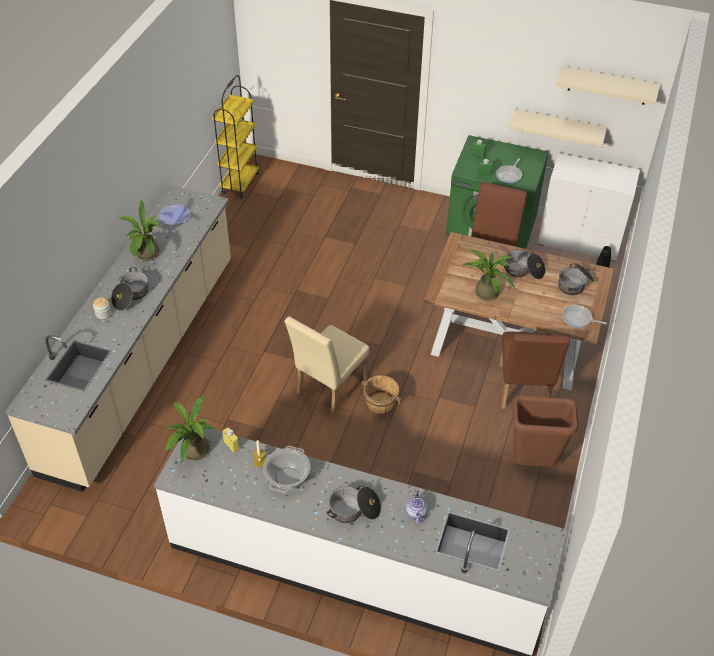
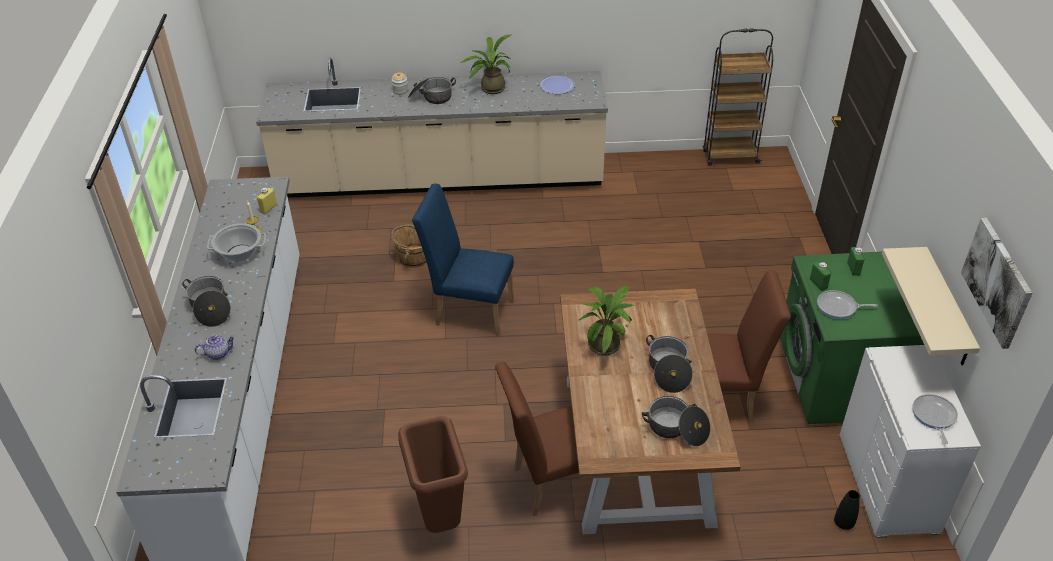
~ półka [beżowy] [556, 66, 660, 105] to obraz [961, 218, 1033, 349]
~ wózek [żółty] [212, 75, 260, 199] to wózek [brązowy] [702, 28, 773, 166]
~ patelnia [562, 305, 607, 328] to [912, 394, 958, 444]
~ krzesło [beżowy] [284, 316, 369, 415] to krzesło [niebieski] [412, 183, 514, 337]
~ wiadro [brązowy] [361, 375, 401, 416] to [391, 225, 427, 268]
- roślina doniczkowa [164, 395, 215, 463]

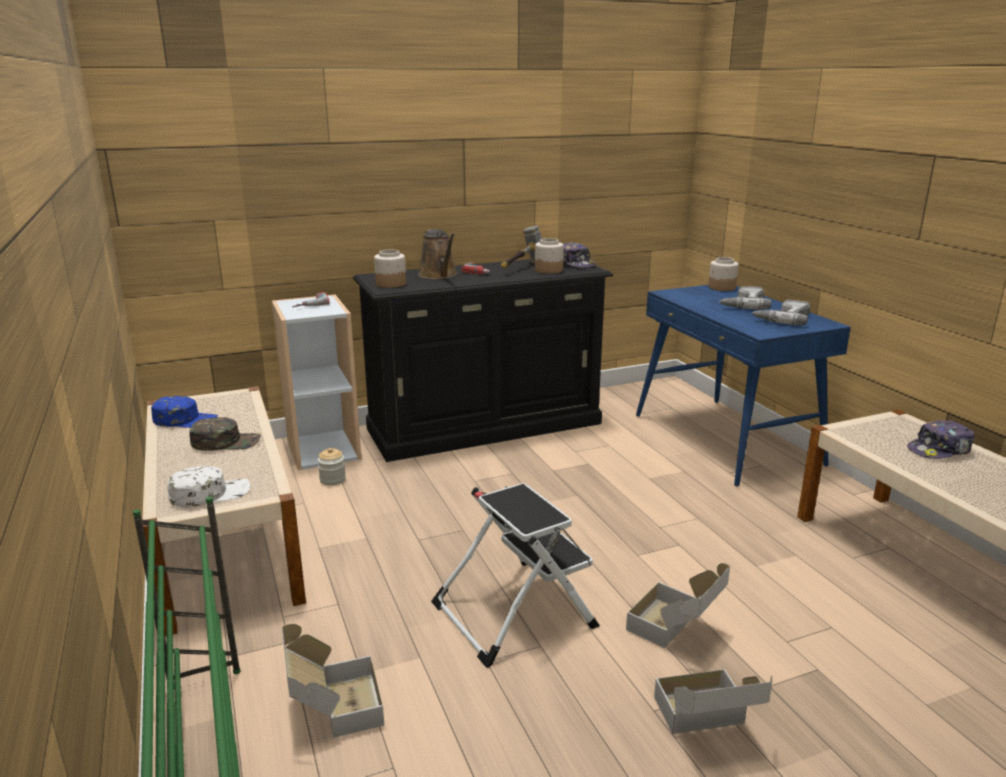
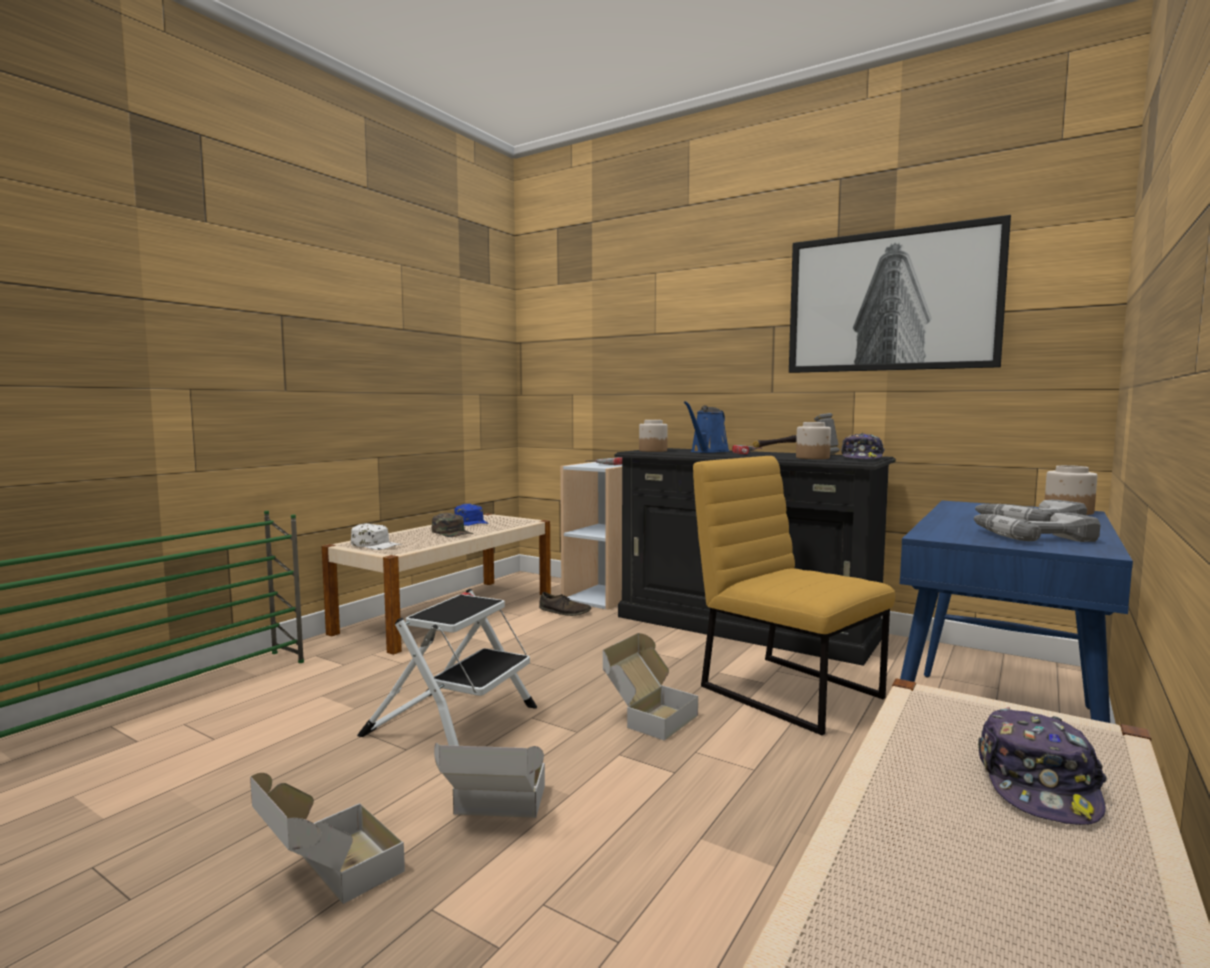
~ konewka [brązowy] [418, 229, 457, 279] to konewka [niebieski] [684, 401, 730, 453]
~ czapka z daszkiem [907, 420, 975, 459] = [978, 707, 1107, 825] 105 degrees counterclockwise
~ słoik [318, 448, 346, 485] to but [brązowy] [539, 592, 591, 616]
~ karton [282, 624, 384, 738] to [603, 633, 698, 741]
+ obraz [789, 215, 1011, 373]
+ krzesło [żółty] [693, 456, 895, 735]

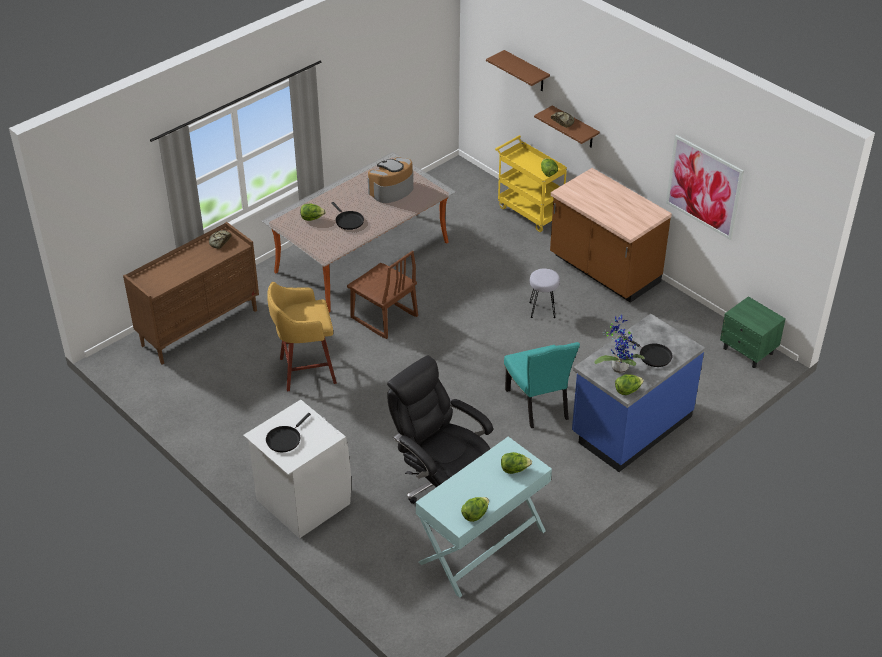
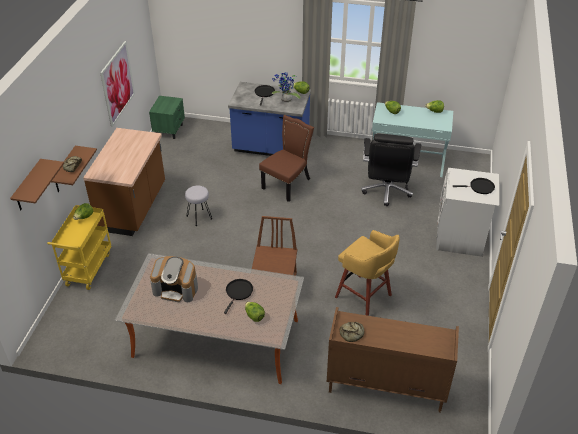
~ krzesło [turkusowy] [504, 342, 580, 428] to krzesło [brązowy] [259, 115, 314, 202]

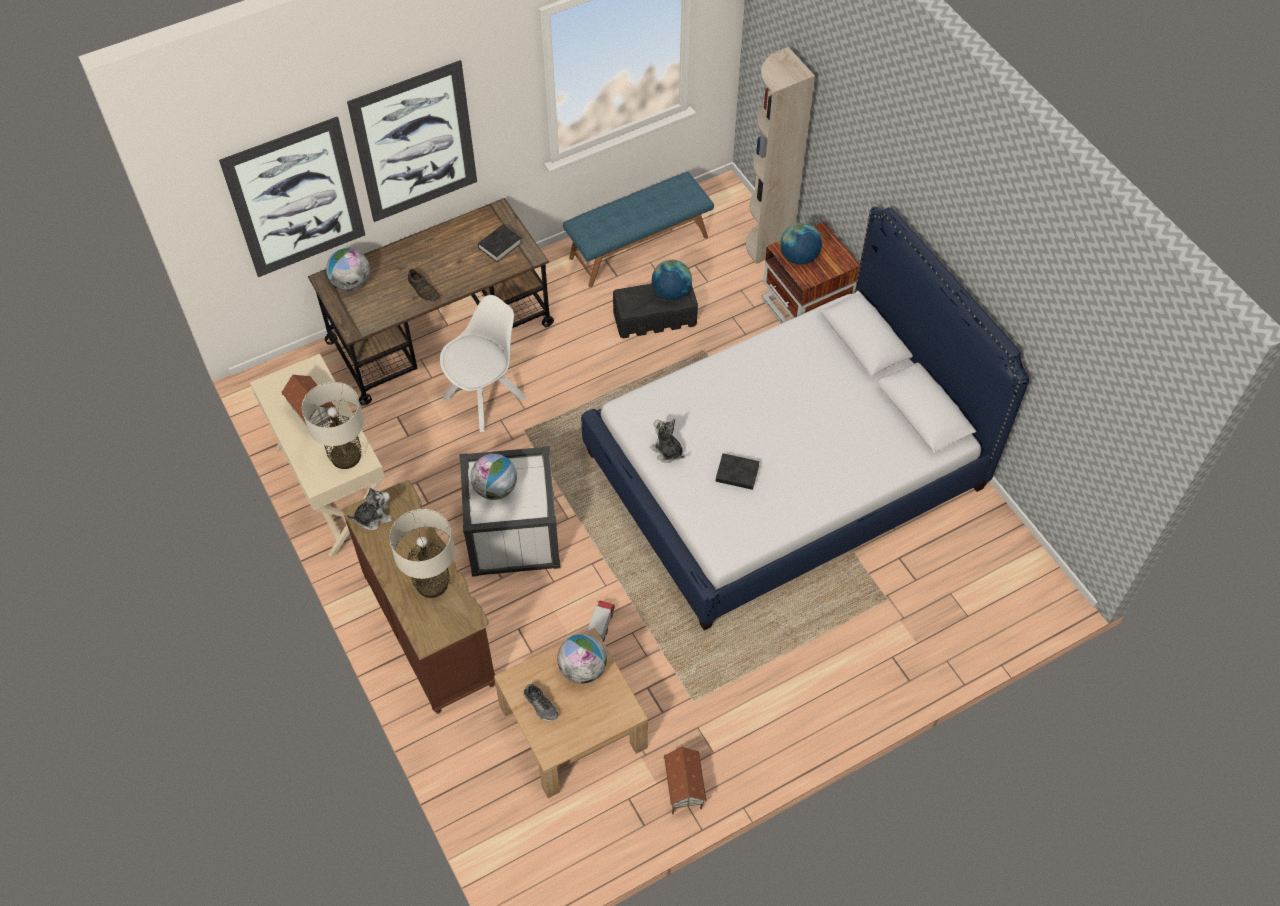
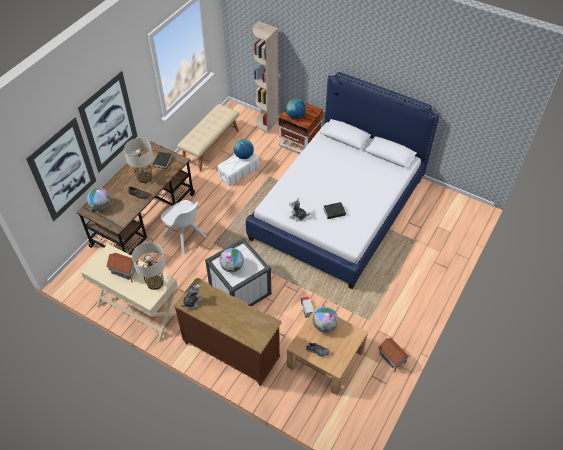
~ ławka [niebieski] [563, 172, 714, 287] to ławka [beżowy] [177, 104, 239, 172]
~ pojemnik do przechowywania [czarny] [613, 284, 698, 338] to pojemnik do przechowywania [biały] [218, 152, 259, 186]
~ krzesło [biały] [440, 295, 526, 432] = [161, 200, 206, 254] 120 degrees clockwise
~ lampa stołowa [389, 509, 455, 598] to [124, 138, 153, 183]

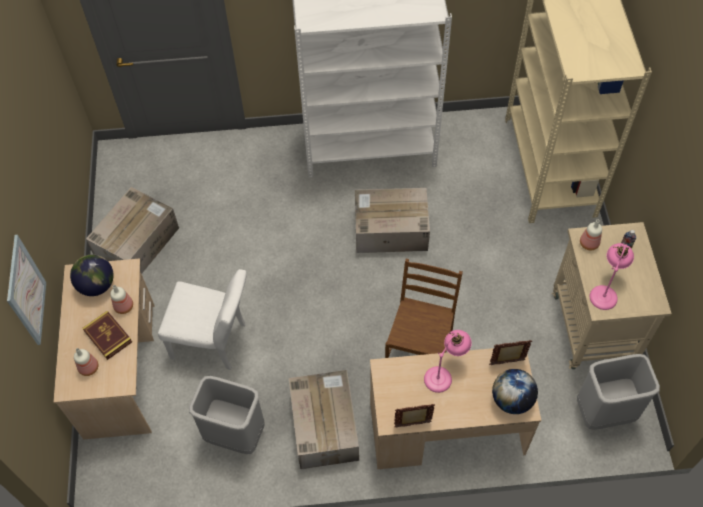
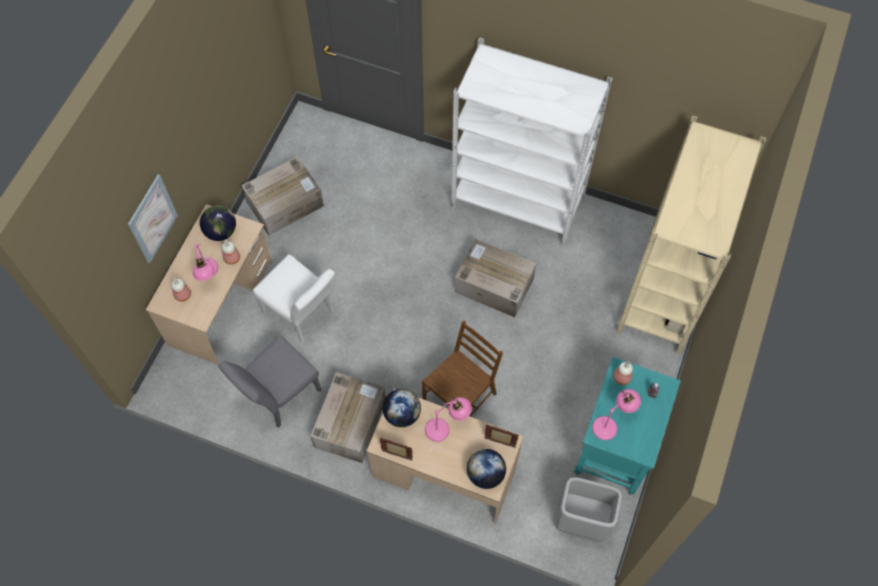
~ wózek [beżowy] [552, 222, 672, 369] to wózek [turkusowy] [574, 357, 681, 495]
~ książka [82, 311, 132, 360] to lampa stołowa [różowy] [193, 244, 218, 281]
~ kosz na śmieci [szary] [189, 376, 265, 454] to krzesło [szary] [218, 336, 321, 428]
+ globus [383, 389, 421, 427]

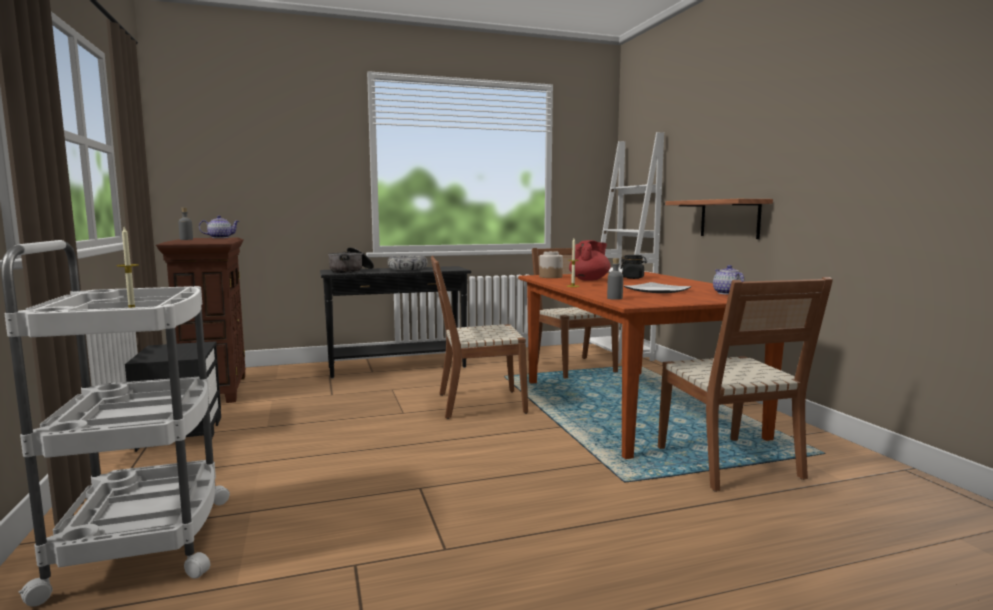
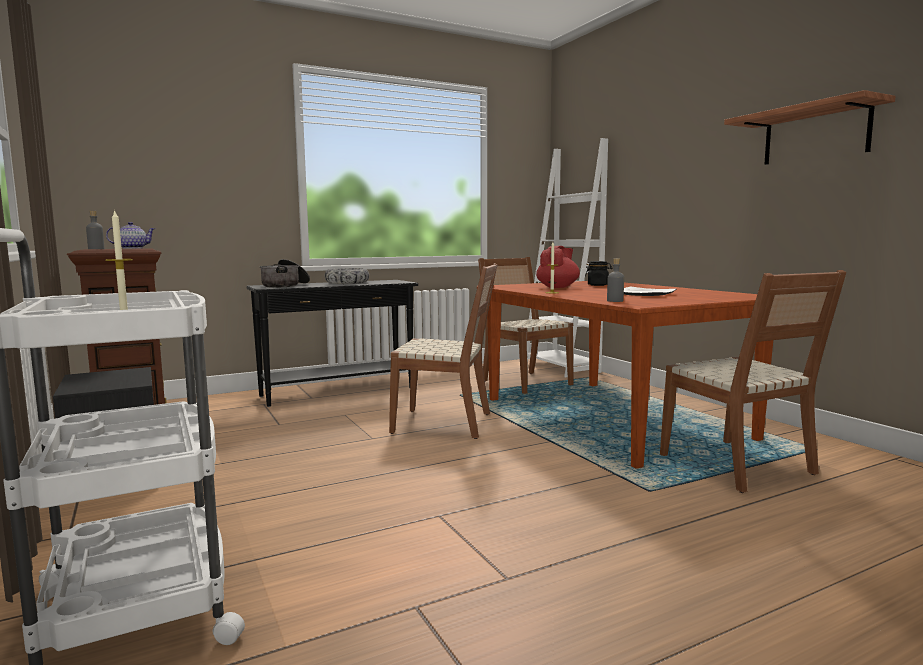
~ półka [665, 199, 773, 239] to [724, 90, 896, 165]
- słoik [539, 251, 563, 278]
~ krzesło [431, 256, 528, 419] = [389, 263, 497, 439] 150 degrees counterclockwise
- imbryk [713, 265, 745, 295]

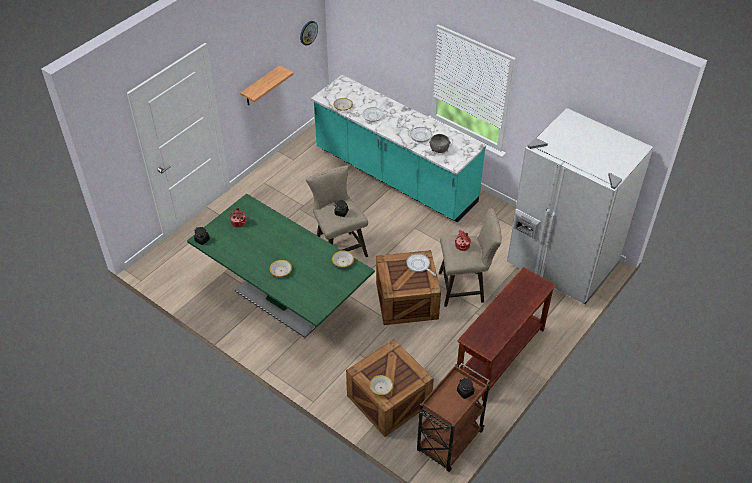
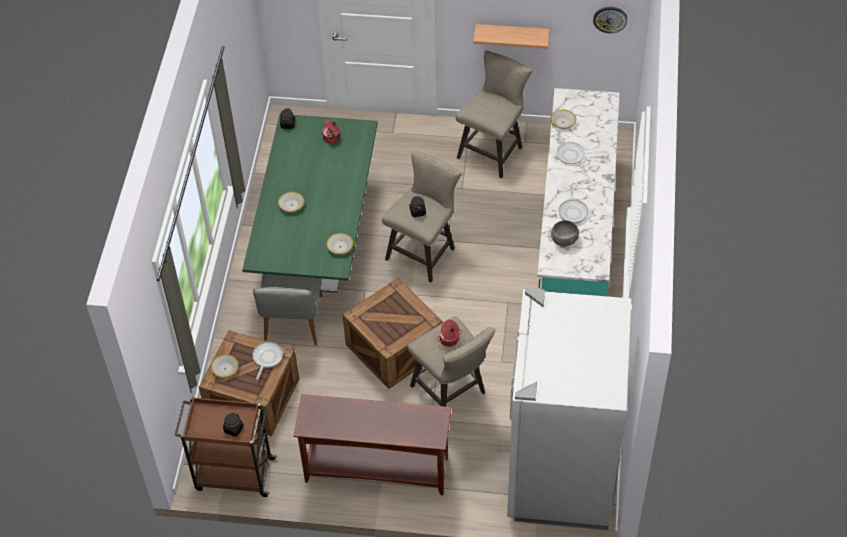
~ patelnia [406, 253, 436, 276] to [253, 342, 283, 380]
+ stołek [beżowy] [456, 50, 532, 178]
+ krzesło [szary] [253, 274, 323, 346]

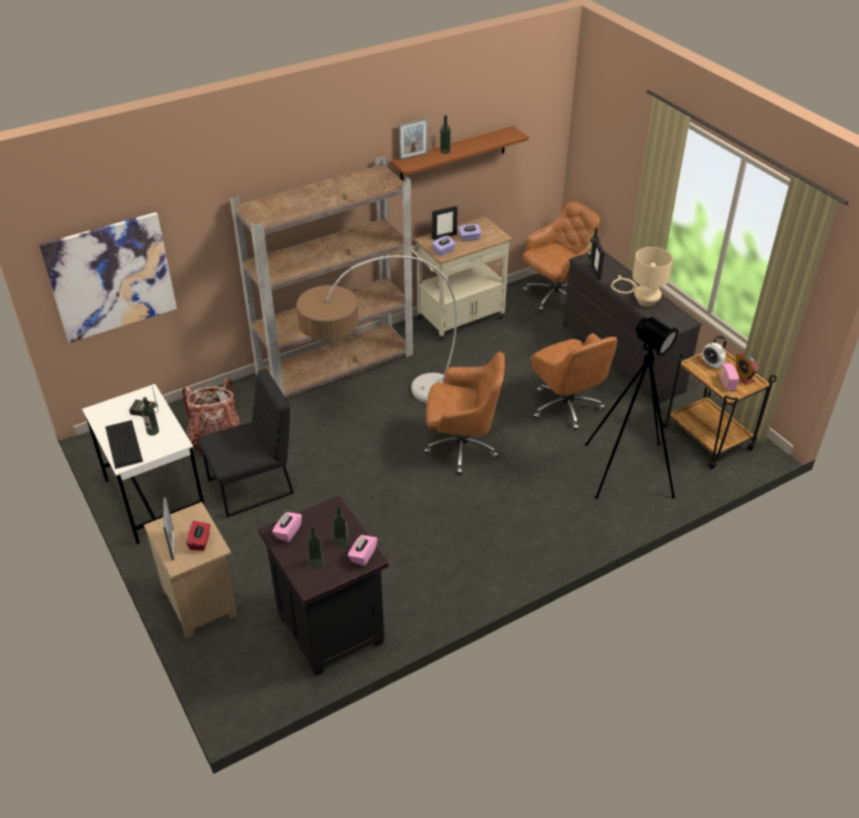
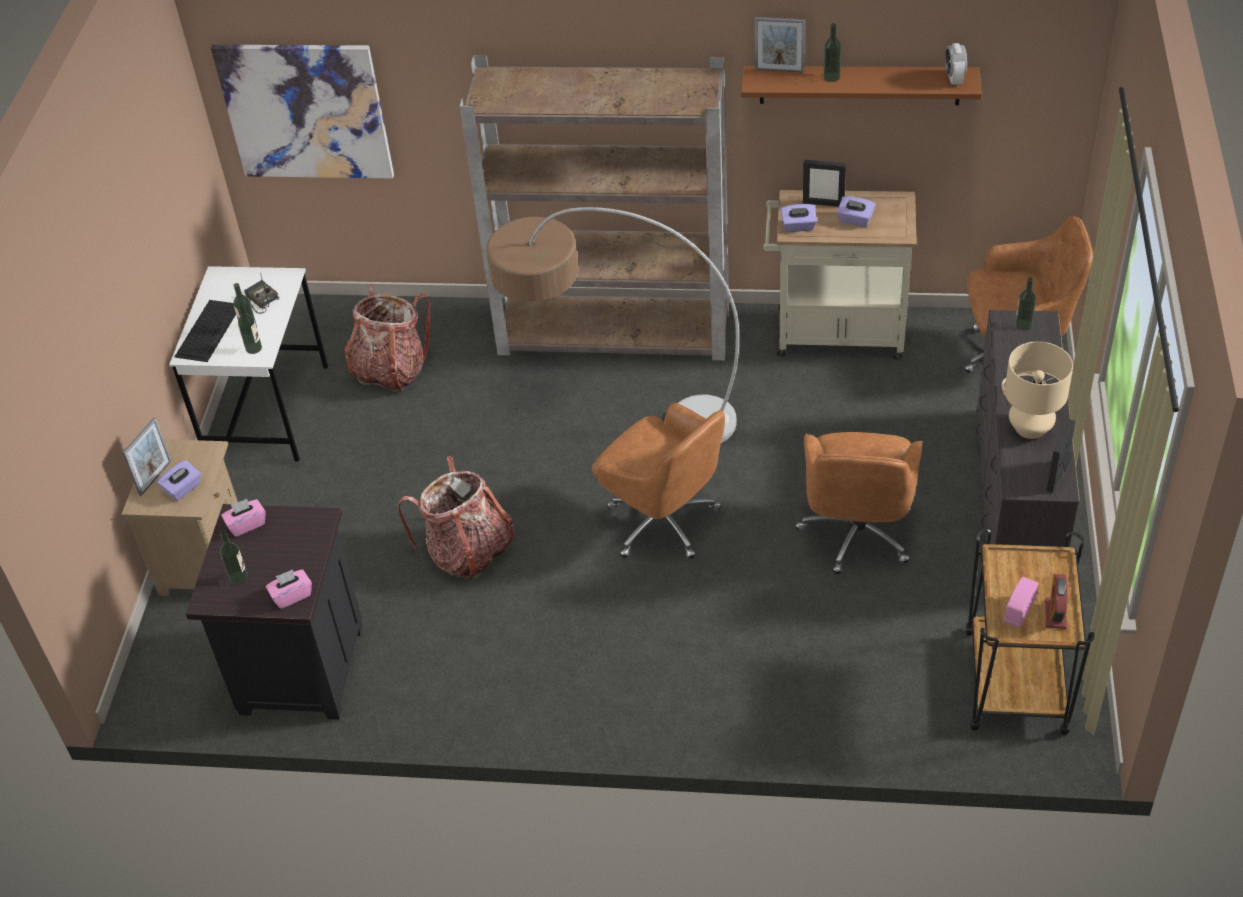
~ ramka na zdjęcie [591, 238, 604, 280] to [1046, 419, 1076, 493]
- lampa stojąca [czarny] [585, 317, 679, 499]
~ budzik [702, 343, 726, 369] to [945, 43, 967, 85]
- krzesło [czarny] [198, 368, 294, 517]
~ butelka [333, 506, 348, 548] to [238, 302, 262, 354]
~ pudełko chusteczek [czerwony] [186, 521, 210, 551] to pudełko chusteczek [fioletowy] [157, 460, 201, 501]
+ plecak [398, 456, 514, 580]

